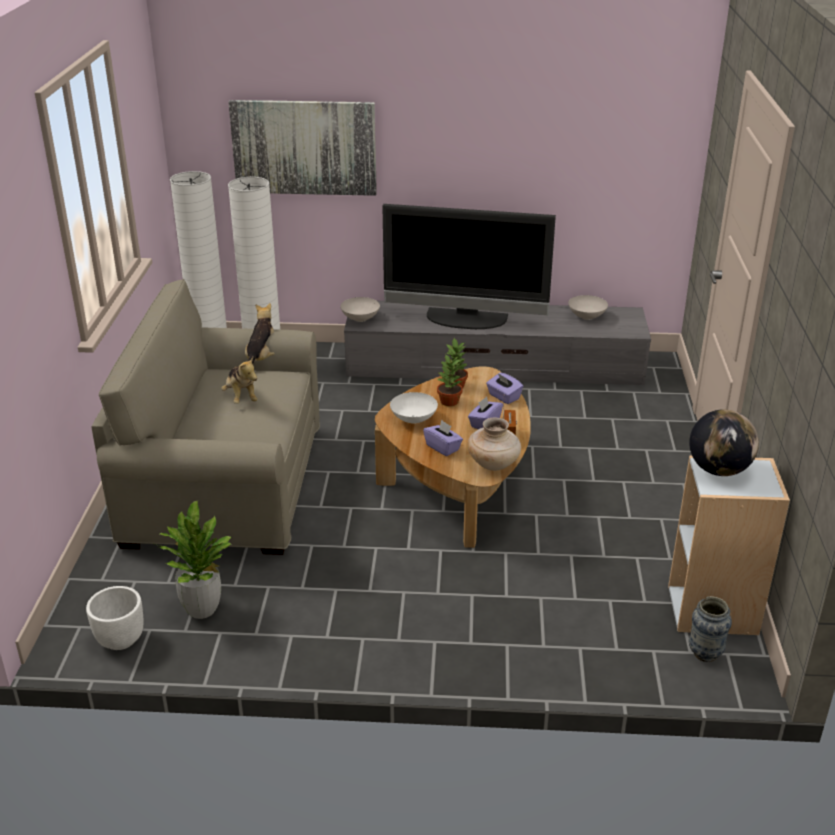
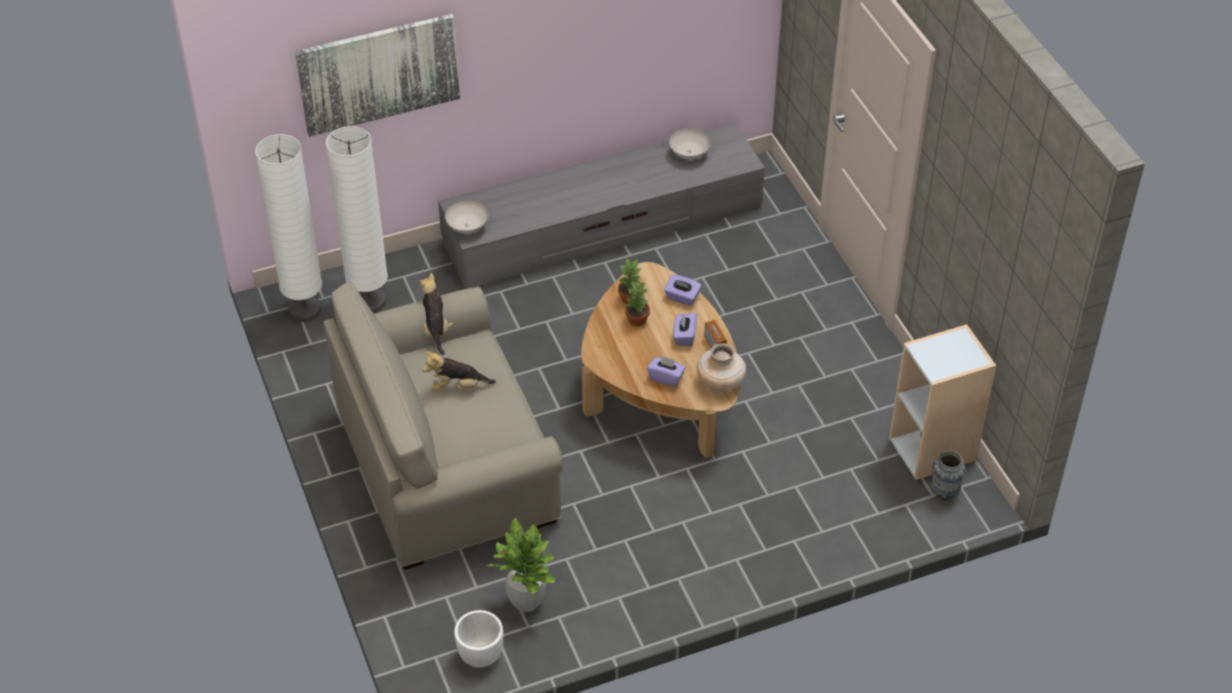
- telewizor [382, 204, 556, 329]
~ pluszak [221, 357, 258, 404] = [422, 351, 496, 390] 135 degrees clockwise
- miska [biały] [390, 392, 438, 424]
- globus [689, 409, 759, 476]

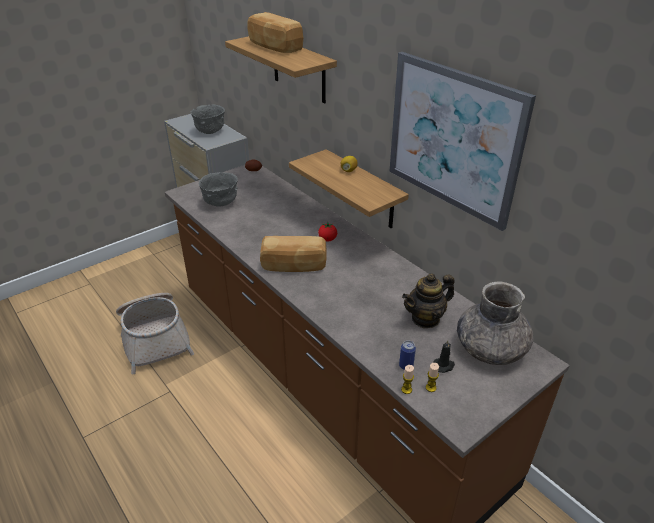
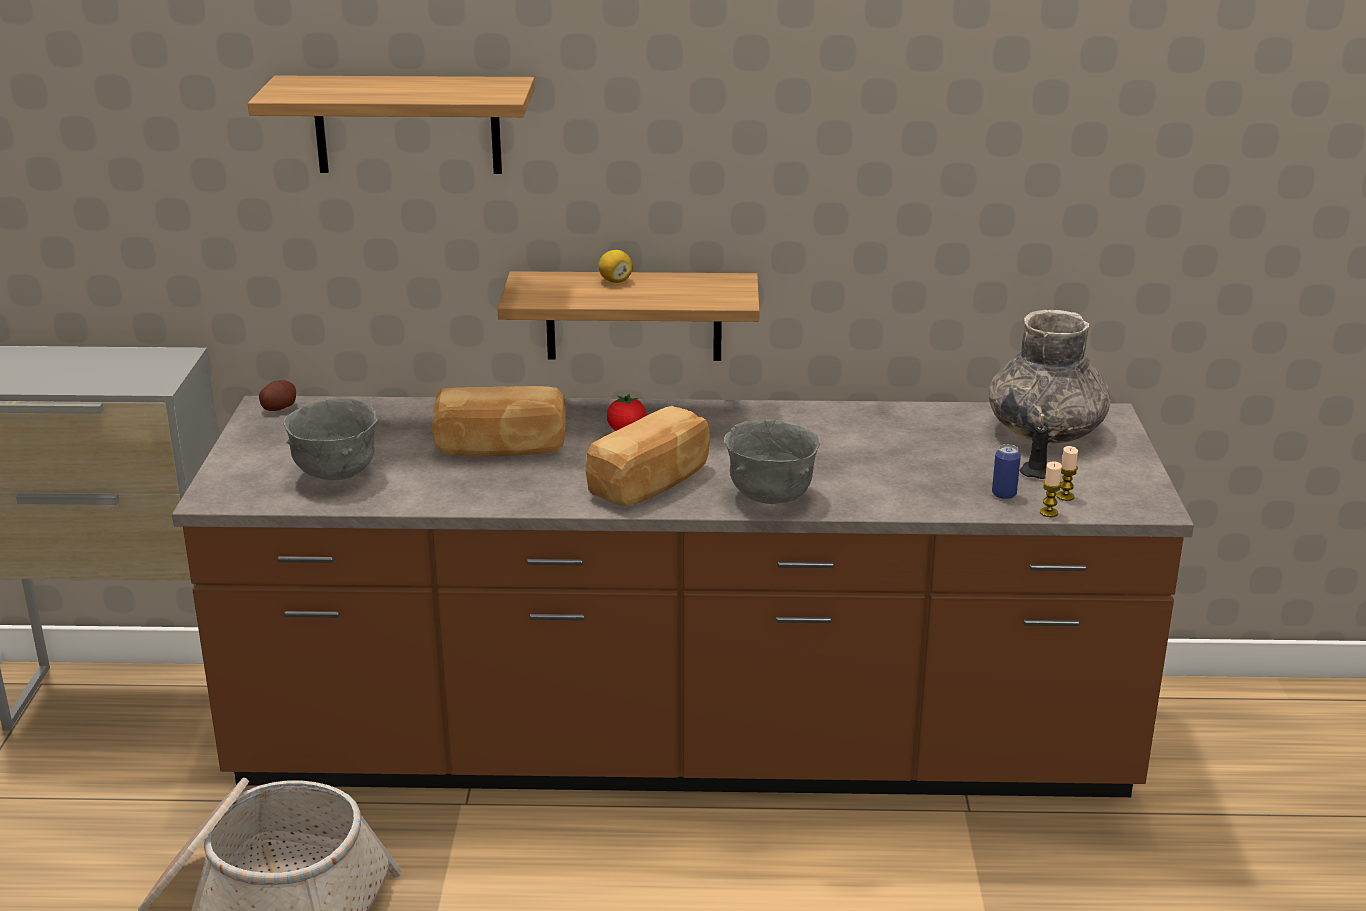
~ chleb [248, 12, 303, 53] to [432, 386, 566, 456]
- obraz [389, 52, 536, 231]
~ miska [szary] [191, 104, 225, 134] to [724, 419, 820, 504]
- imbryk [402, 273, 455, 328]

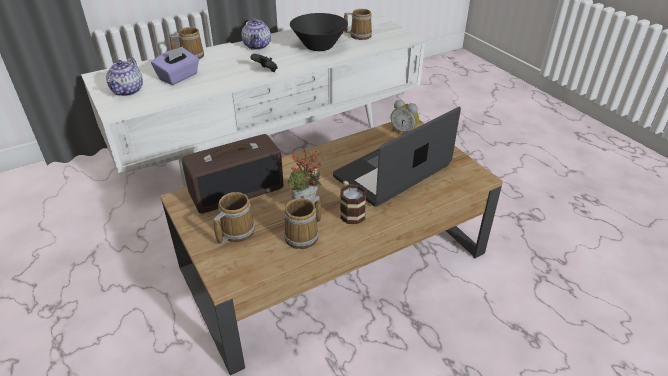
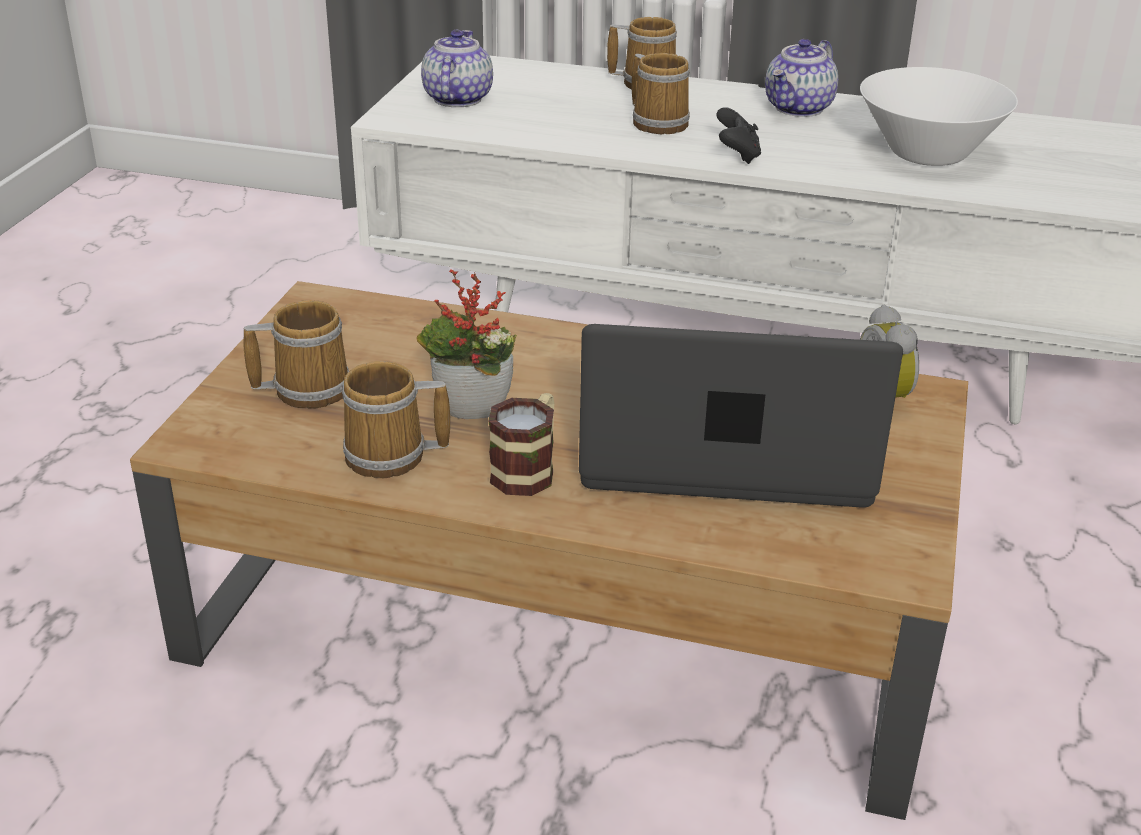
~ kubek [344, 9, 372, 40] to [632, 53, 690, 134]
~ miska [czarny] [290, 13, 348, 51] to miska [biały] [860, 67, 1018, 166]
- pudełko chusteczek [fioletowy] [151, 47, 199, 85]
~ imbryk [106, 57, 143, 96] = [421, 30, 493, 107] 135 degrees clockwise
- radio [182, 134, 283, 214]

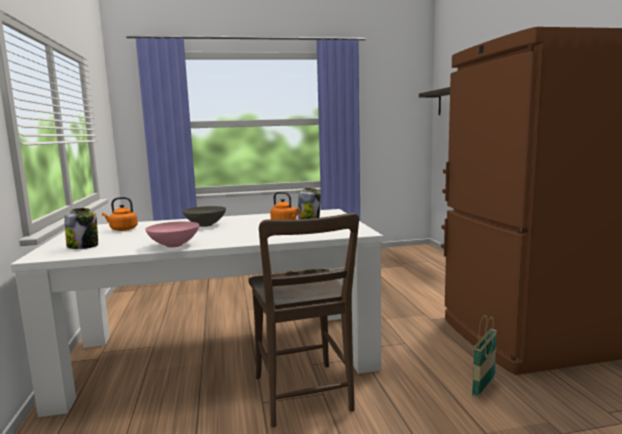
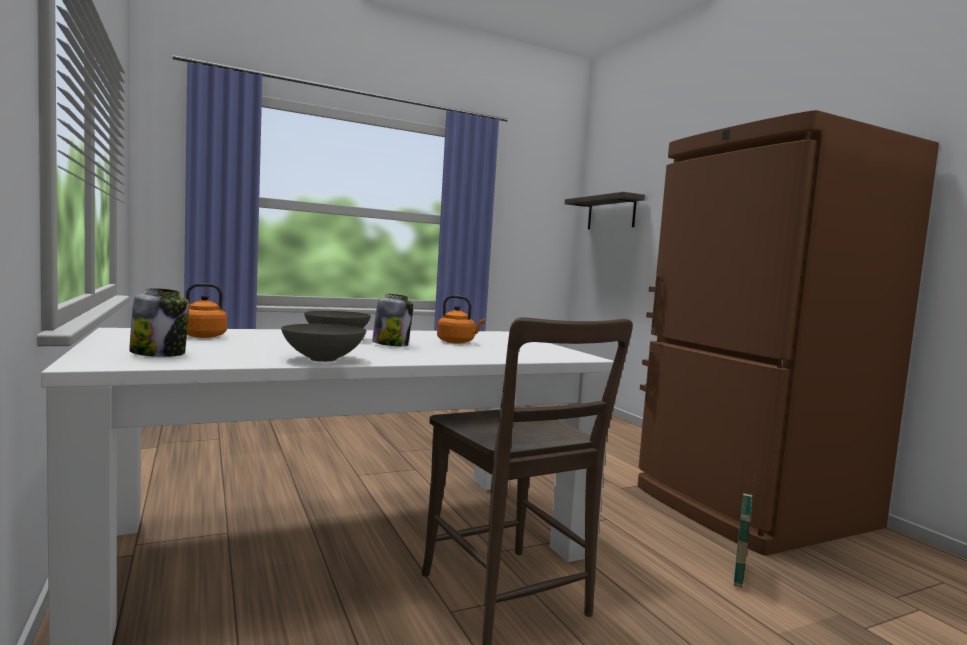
~ słoik [297, 188, 321, 219] to [372, 294, 413, 346]
~ miska [różowy] [145, 221, 199, 248] to miska [szary] [281, 324, 367, 362]

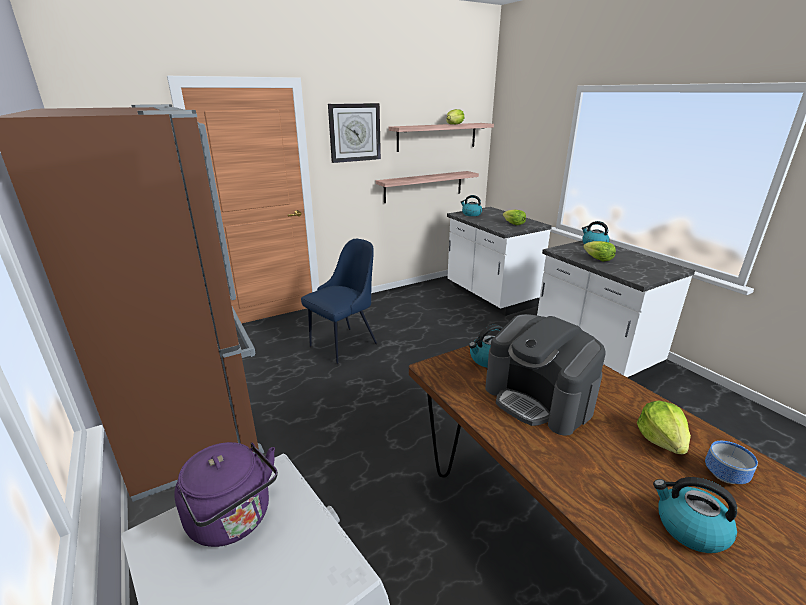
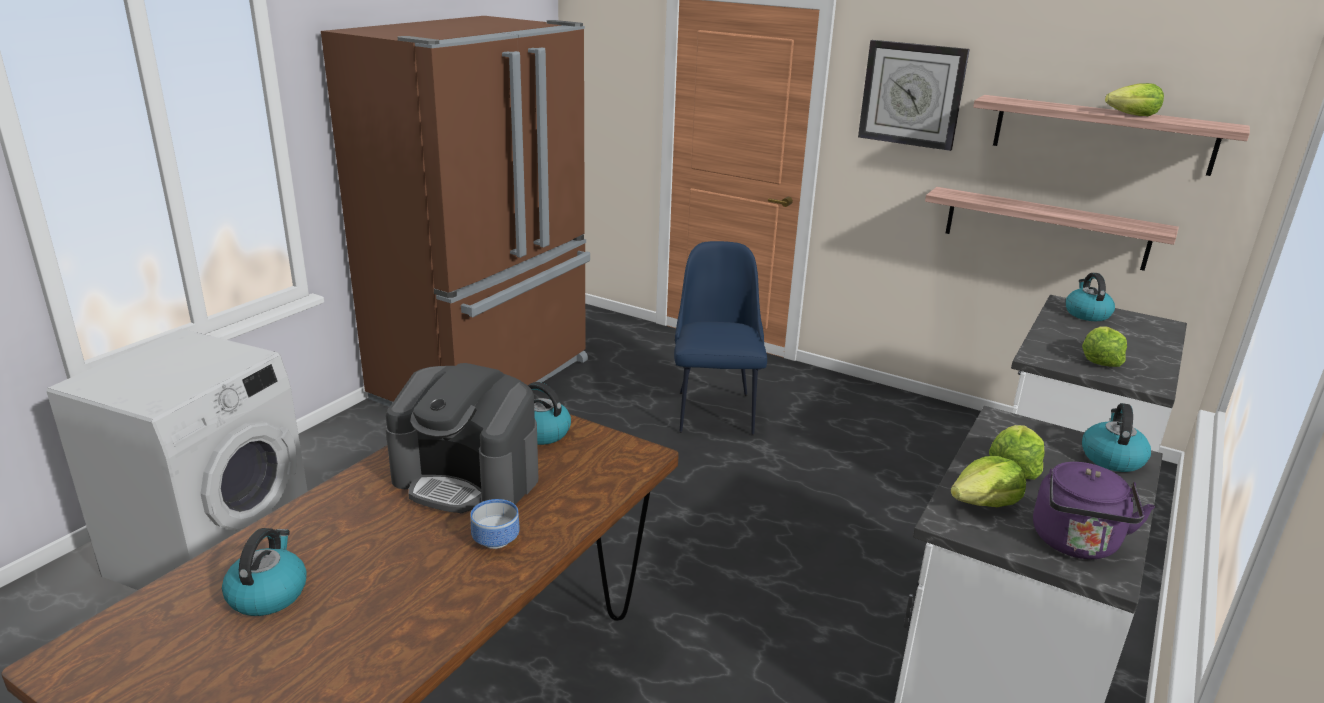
~ krzesło [niebieski] [301, 239, 377, 364] = [674, 241, 767, 436] 105 degrees counterclockwise
~ ekspres do kawy [485, 314, 606, 436] = [386, 363, 538, 513] 90 degrees counterclockwise
~ sałata [637, 400, 691, 455] to [951, 456, 1026, 507]
~ miska [705, 441, 758, 484] to [470, 499, 520, 549]
~ czajnik [fioletowy] [174, 442, 278, 547] to [1033, 462, 1155, 559]

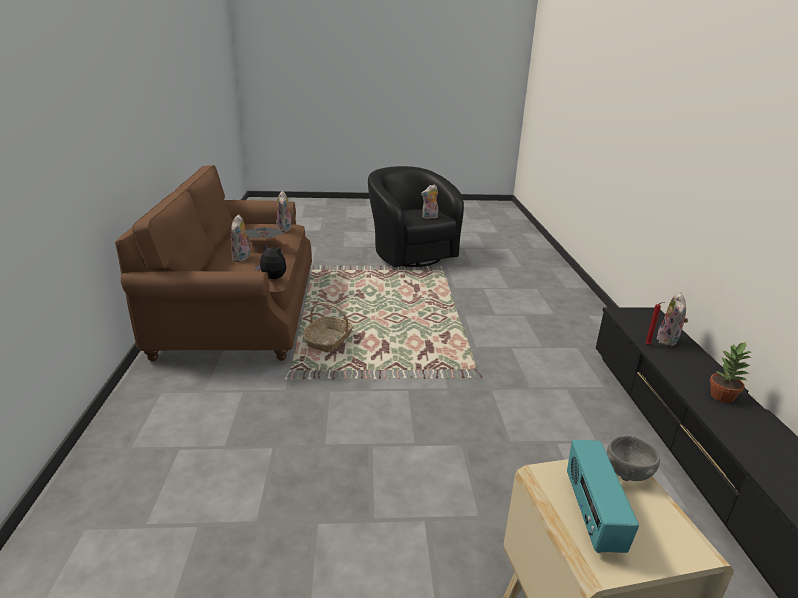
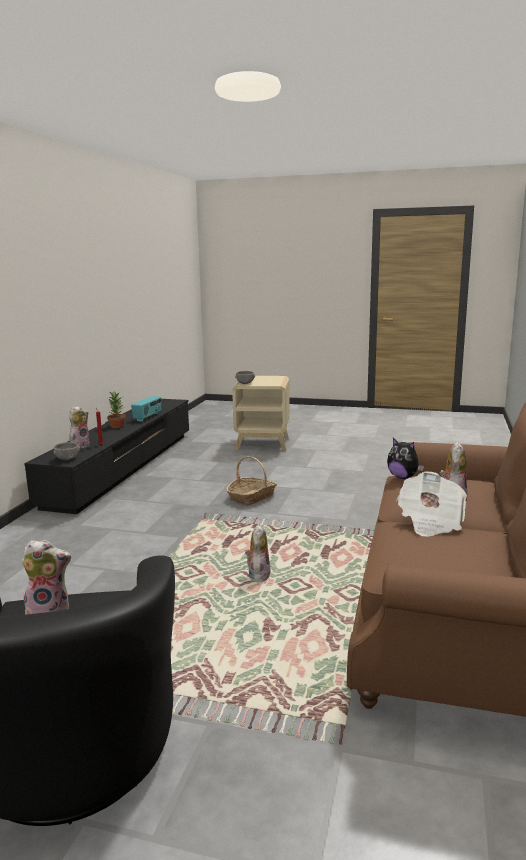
~ pluszak [276, 191, 293, 232] to [245, 524, 270, 583]
~ koszyk [303, 302, 354, 352] to [226, 456, 277, 506]
~ radio [567, 440, 639, 553] to [131, 396, 161, 422]
+ miska [szary] [53, 442, 80, 460]

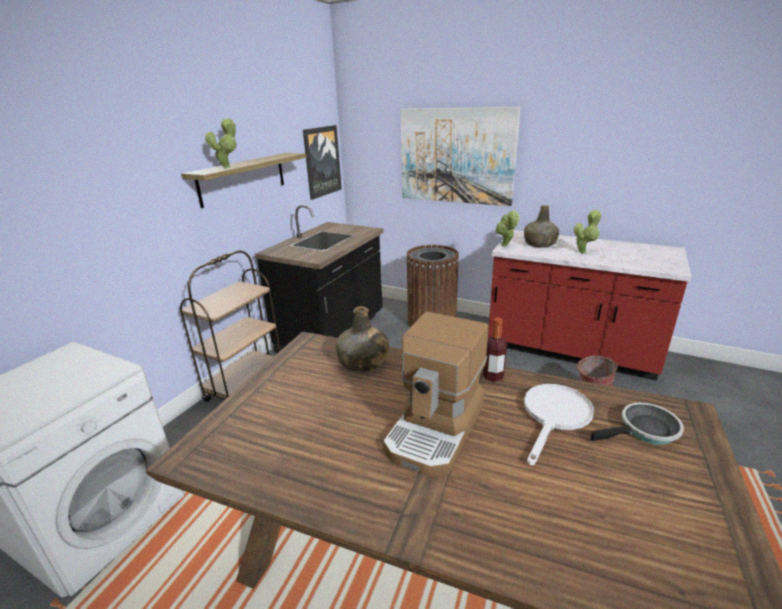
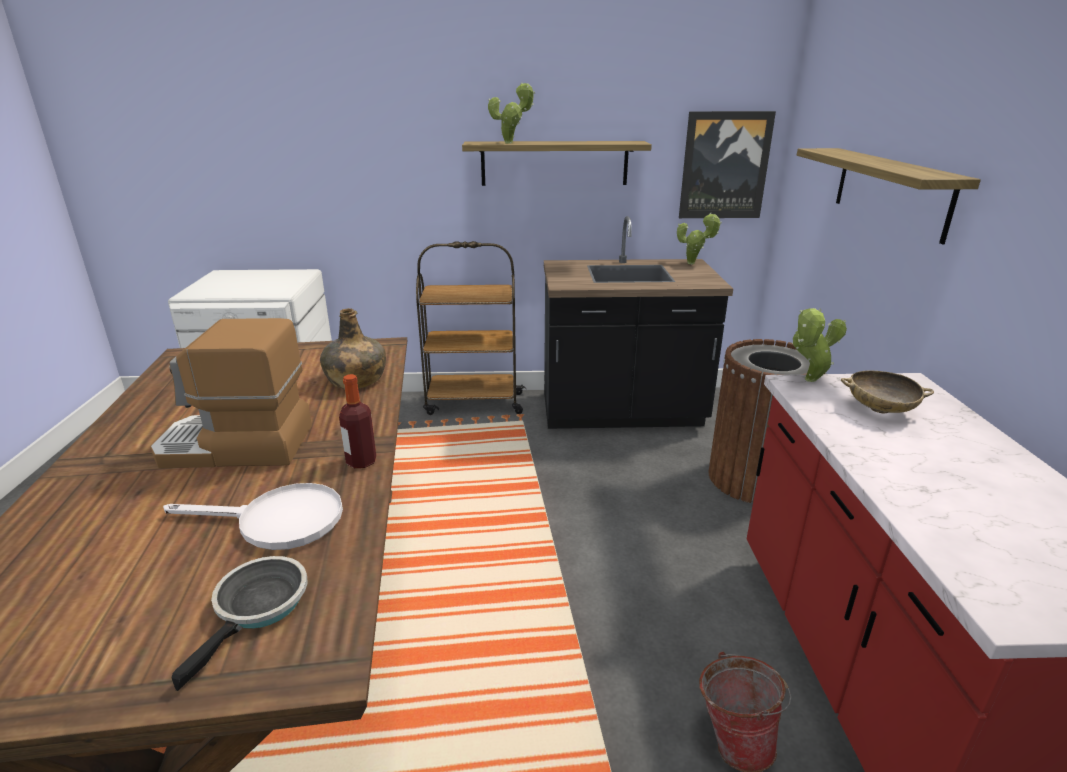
~ obraz [400, 107, 521, 206] to półka [797, 148, 981, 244]
~ butelka [zielony] [524, 205, 559, 248] to miska [beżowy] [841, 370, 934, 414]
~ roślina doniczkowa [574, 210, 602, 254] to [677, 213, 722, 264]
~ patelnia [590, 403, 684, 445] = [171, 556, 307, 691] 120 degrees counterclockwise

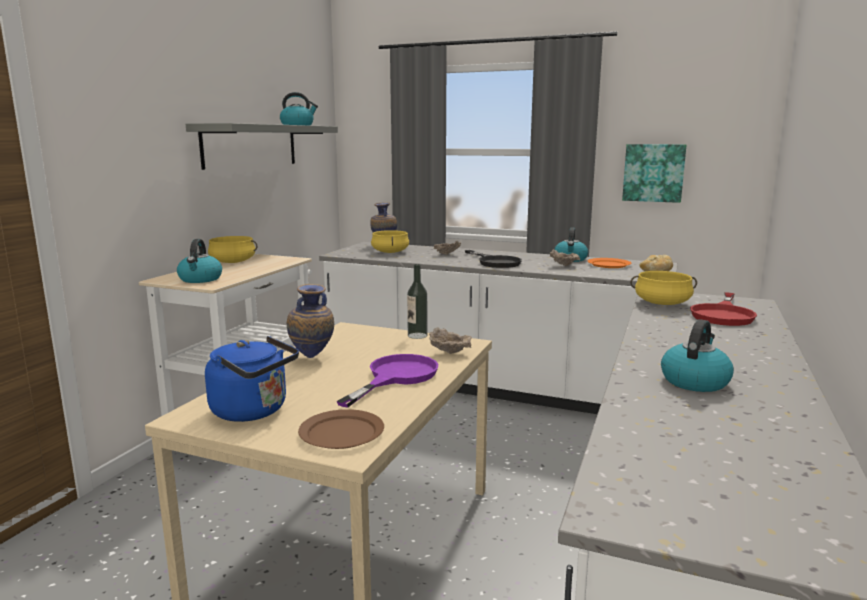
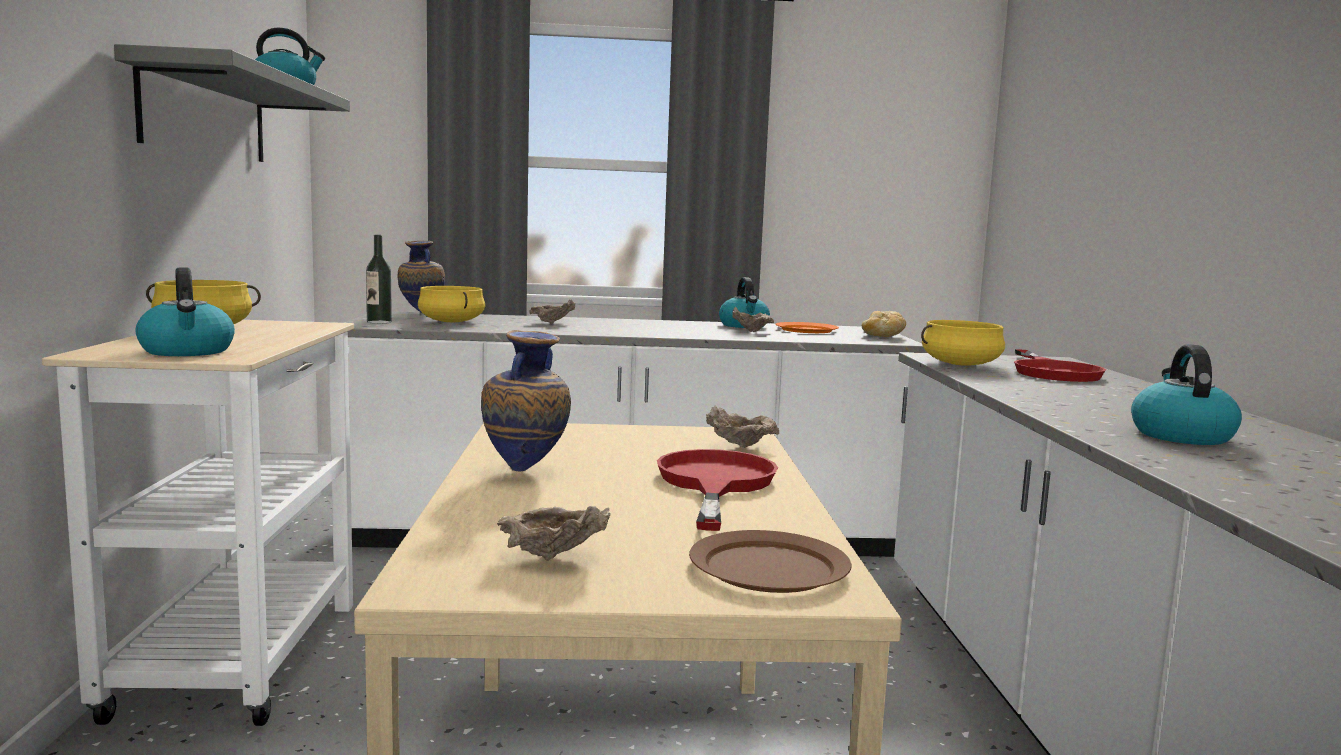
- obraz [622, 144, 687, 203]
- patelnia [czarny] [465, 250, 522, 268]
~ butelka [407, 264, 427, 339] to [366, 235, 392, 324]
~ czajnik [niebieski] [205, 336, 299, 422] to miska [beżowy] [497, 506, 611, 561]
~ patelnia [fioletowy] [337, 354, 438, 408] to patelnia [czerwony] [657, 449, 778, 531]

